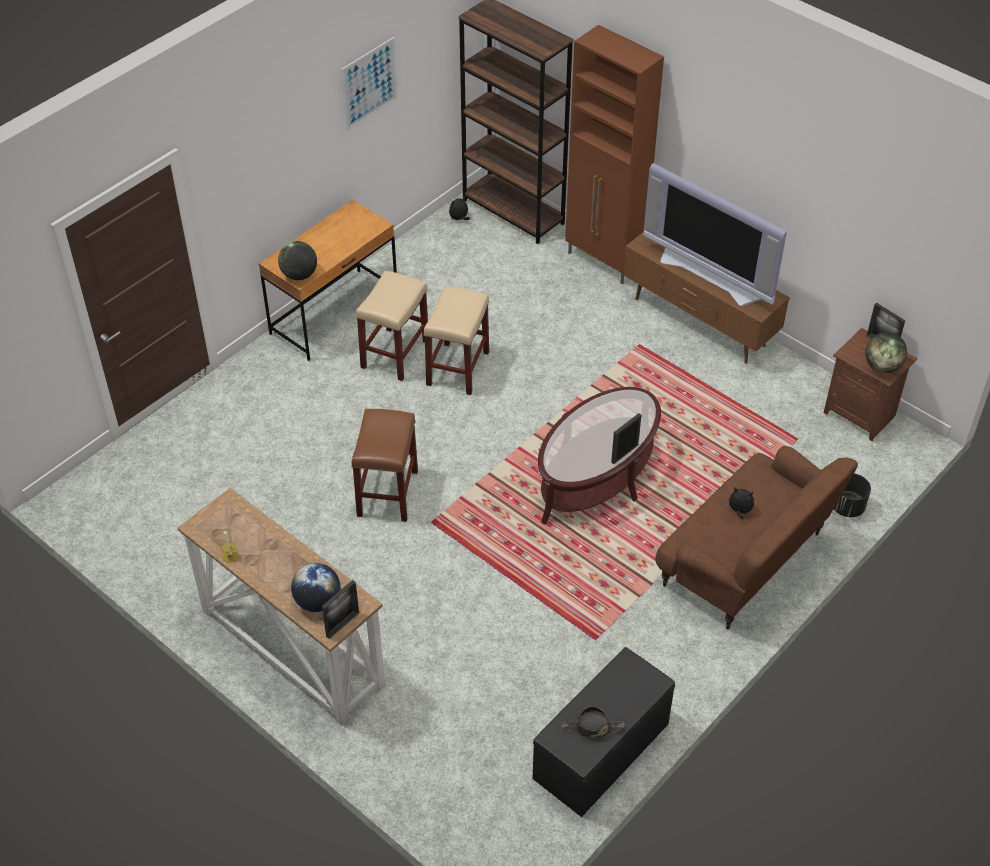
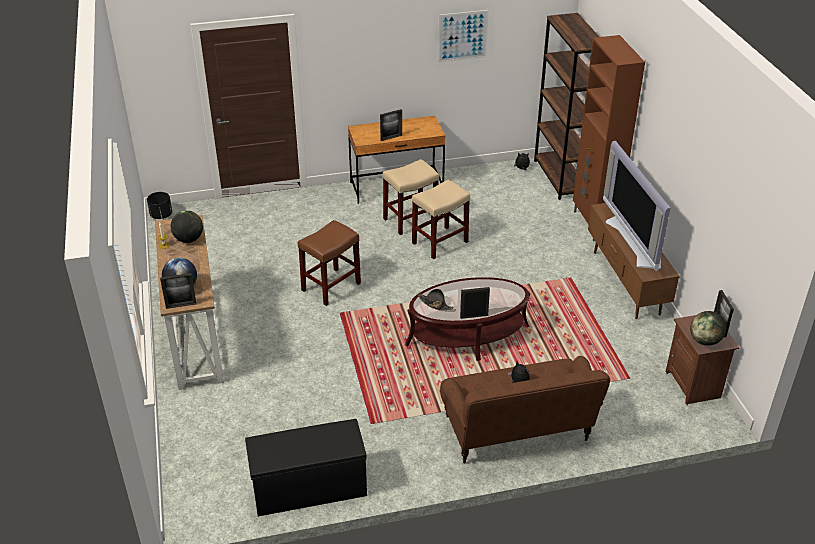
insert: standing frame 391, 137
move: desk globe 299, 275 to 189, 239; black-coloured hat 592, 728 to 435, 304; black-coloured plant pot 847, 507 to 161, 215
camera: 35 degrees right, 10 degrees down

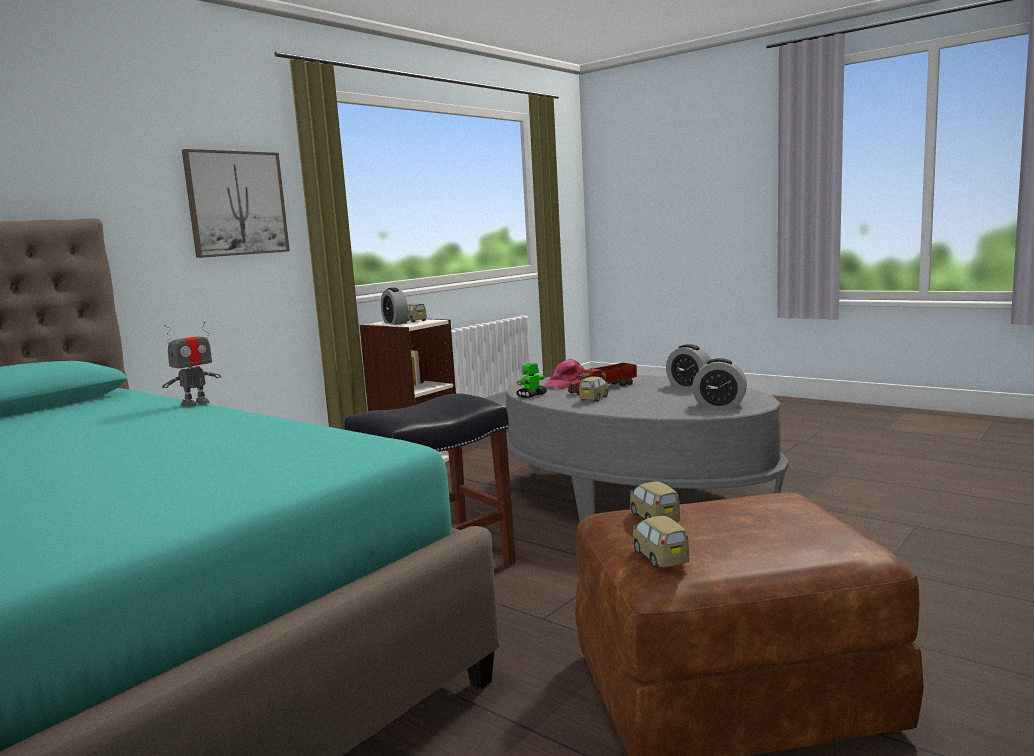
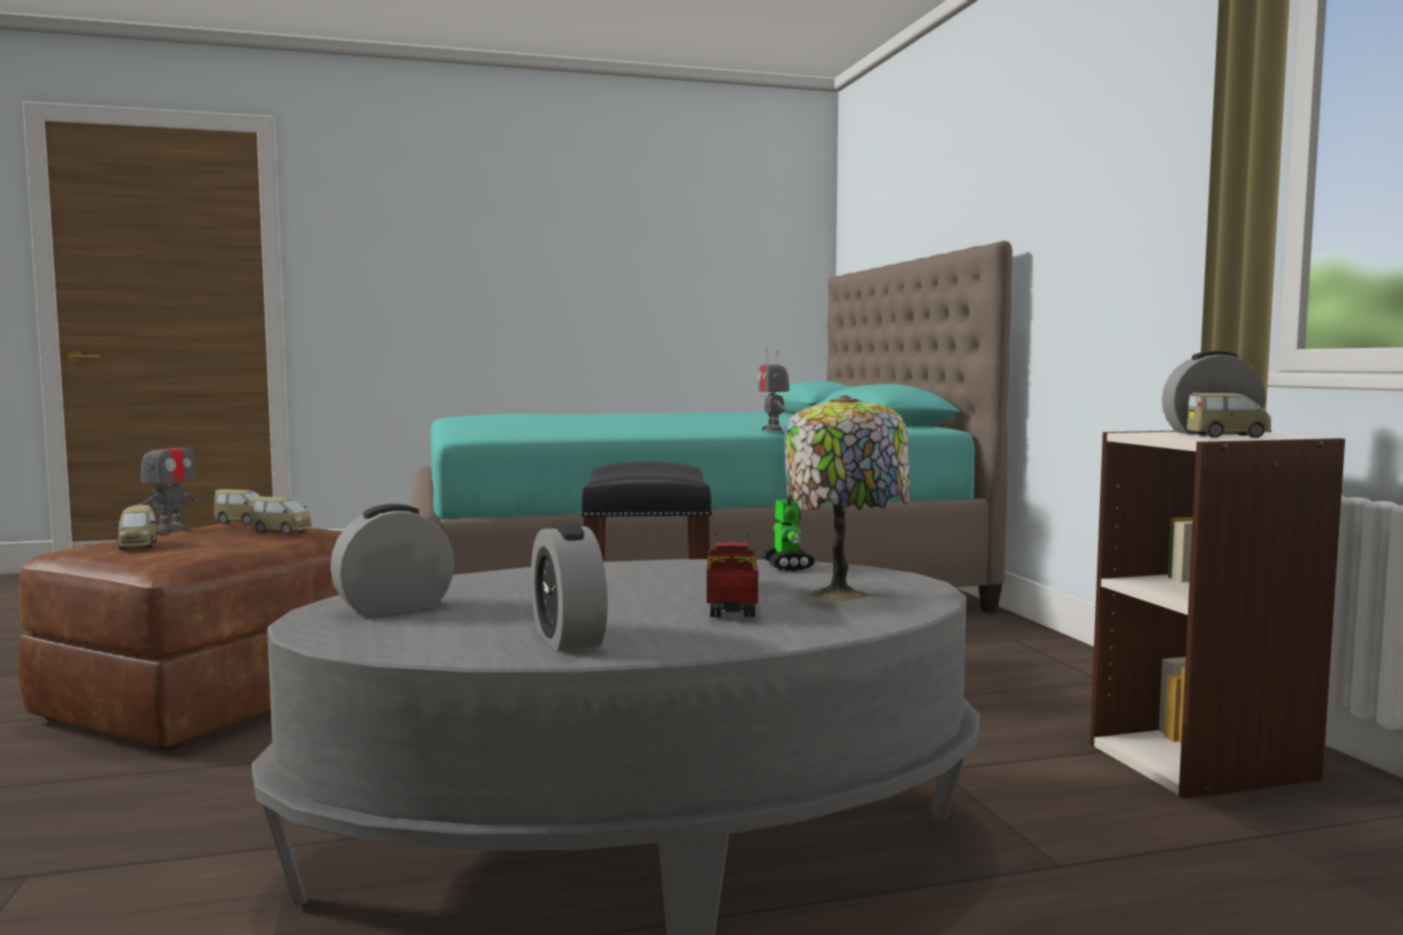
delete: picture 236, 203
insert: toy robot 171, 530
move: toy car 594, 398 to 138, 545
replace: pinkish baseball cap 565, 383 to tabletop lamp 843, 593
rotate: table clock 689, 386 = 568, 638 105 degrees counterclockwise
camera: 125 degrees right, 5 degrees down

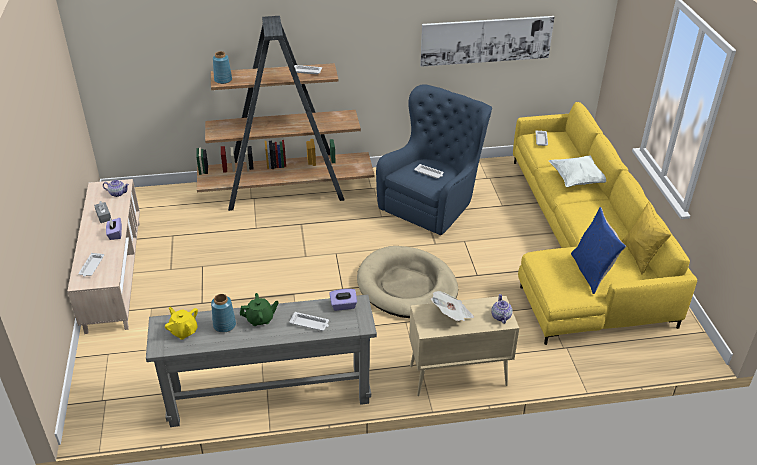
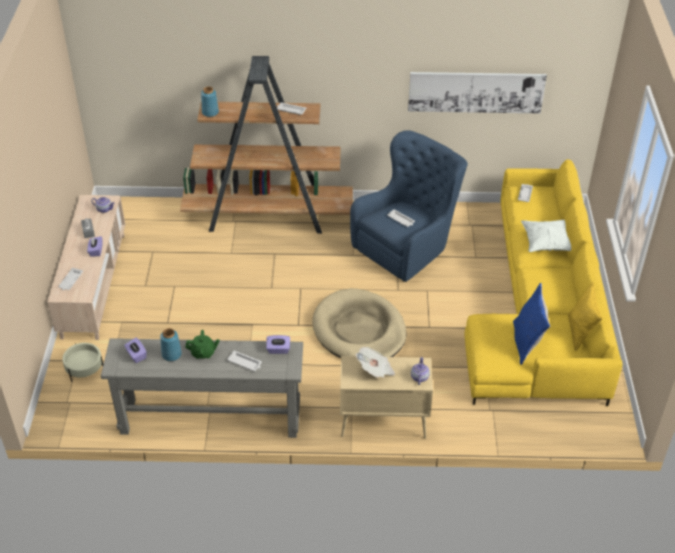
insert: sand-coloured plant pot 84, 369
replace: yellow-coloured tea pot 184, 331 to purple tissue box 136, 355
camera: 10 degrees right, 5 degrees up

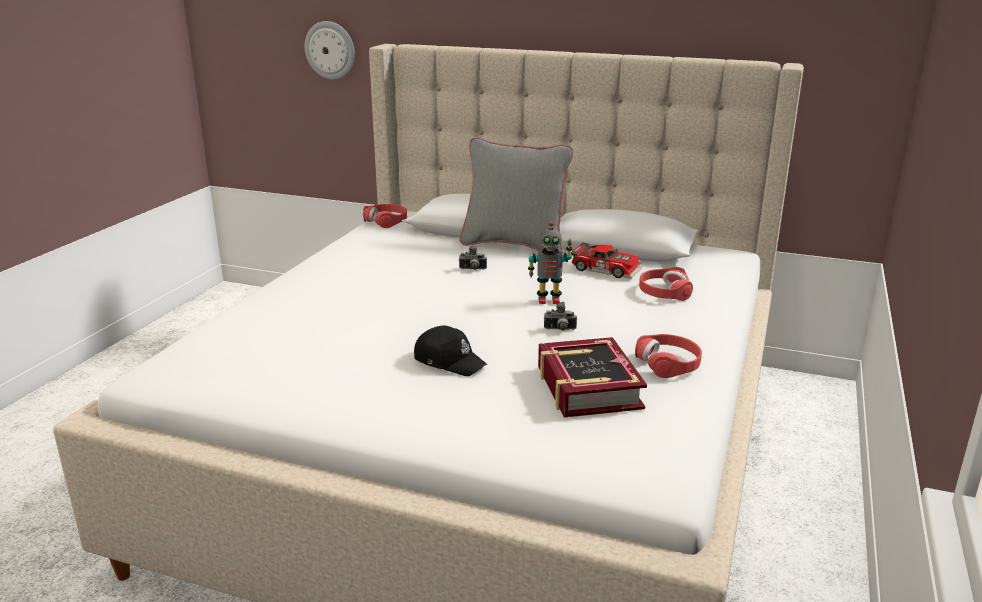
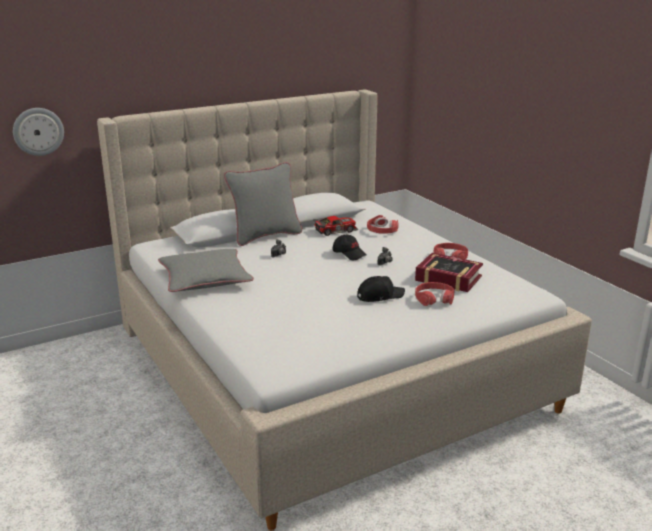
insert: grey cushion 205, 278
move: red-coloured headset 386, 221 to 434, 299
replace: toy robot 548, 300 to black-coloured baseball cap 349, 253
camera: 50 degrees left, 0 degrees up

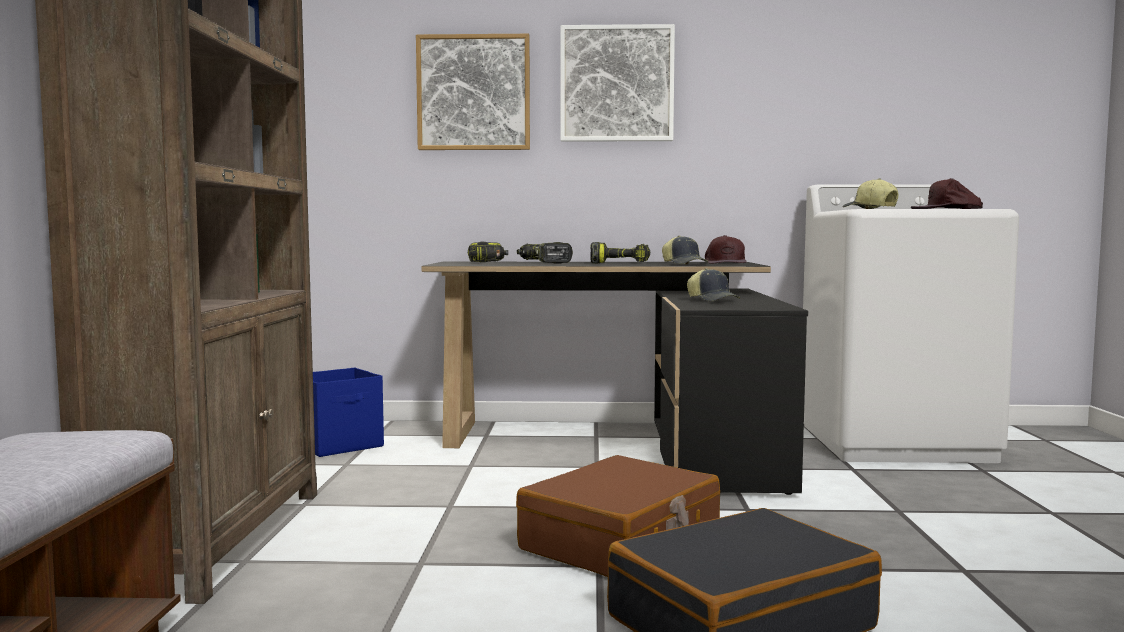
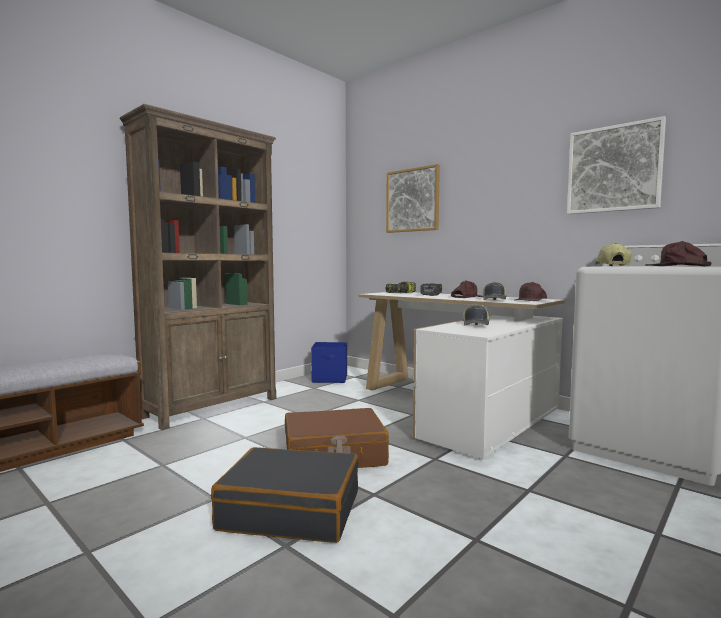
move: picture 616, 84 to 614, 169
replace: power drill 621, 263 to brown baseball cap 466, 297
recolor: black-coloured desk unit 628, 445 to white desk unit 456, 407
camera: 40 degrees right, 0 degrees up

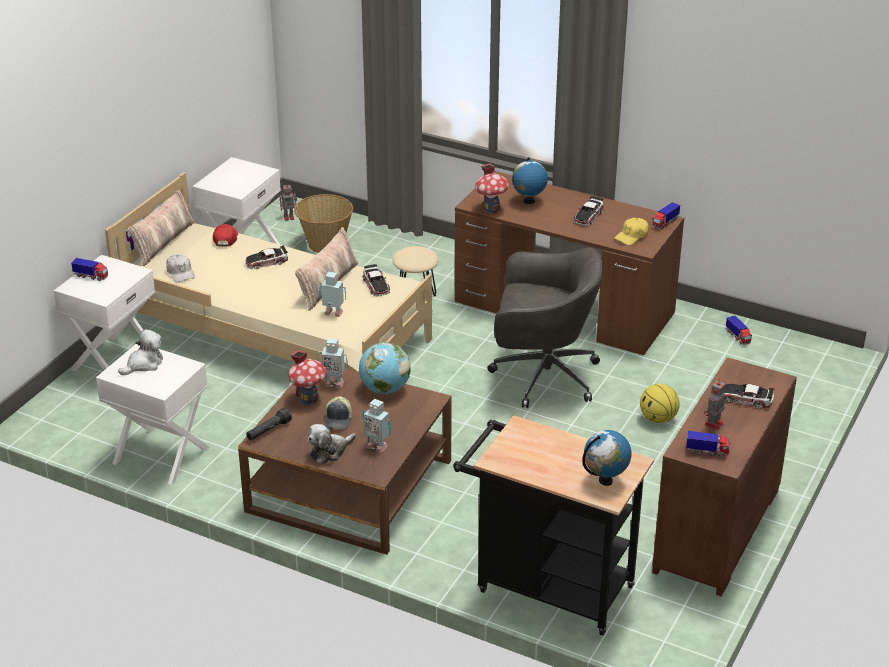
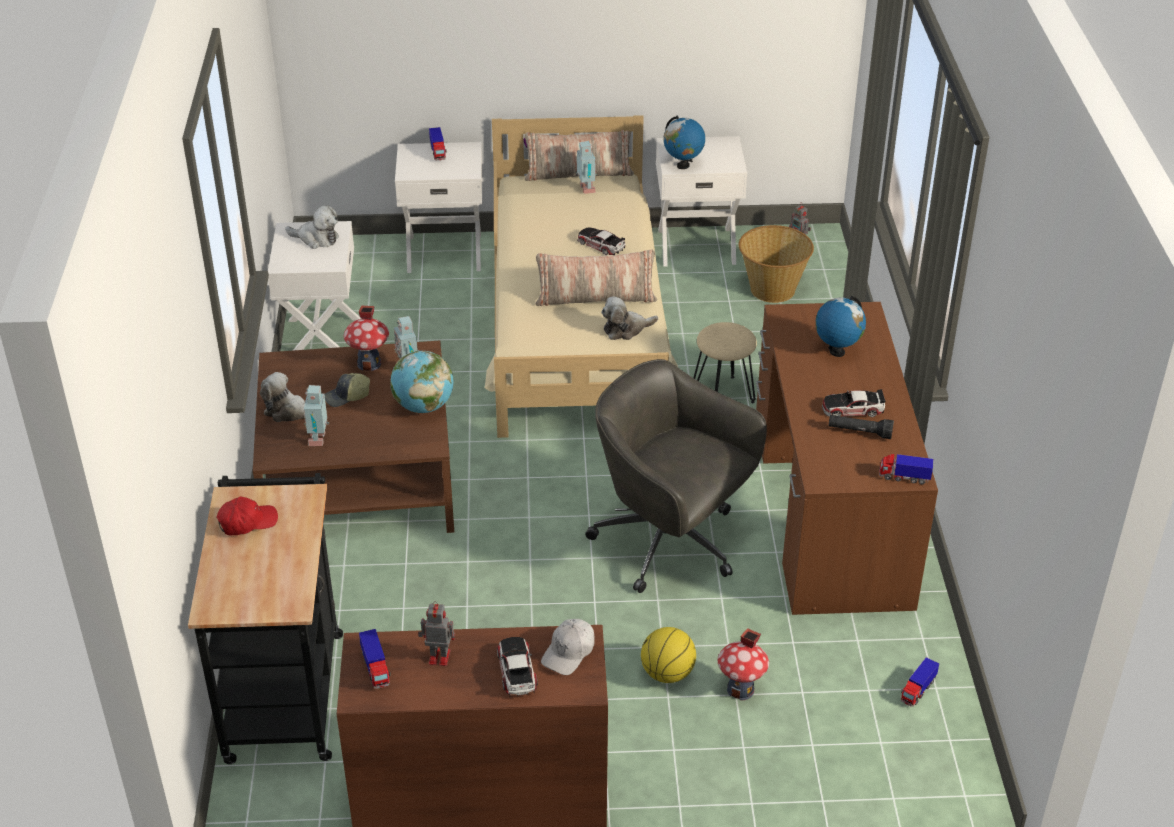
delete: yellow-coloured baseball cap 632, 236
move: white baseball cap 180, 273 to 569, 652; red-coloured baseball cap 225, 239 to 247, 522; black-coloured torch 268, 431 to 859, 432; toy robot 333, 314 to 586, 189; miniature house 491, 209 to 740, 690; desk globe 605, 481 to 683, 166
replace: toy car 376, 285 to plush toy 626, 329
rotate: grey computer chair 542, 376 = 670, 544 150 degrees clockwise
camera: 60 degrees right, 5 degrees up

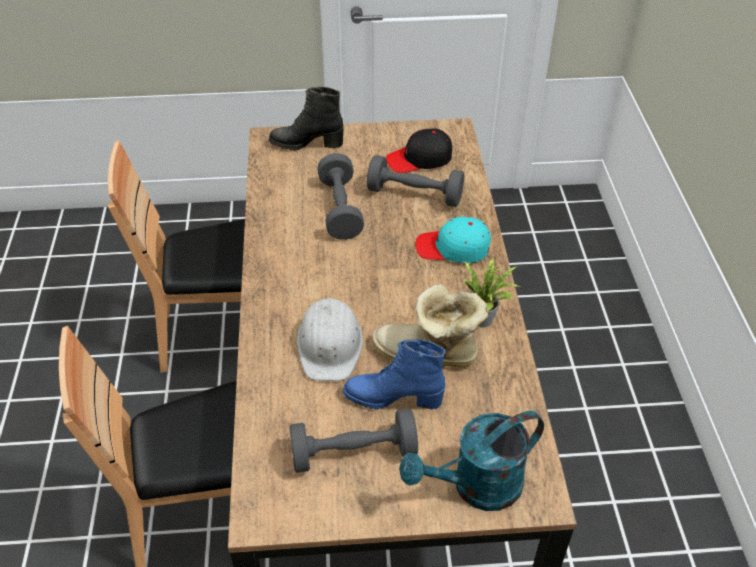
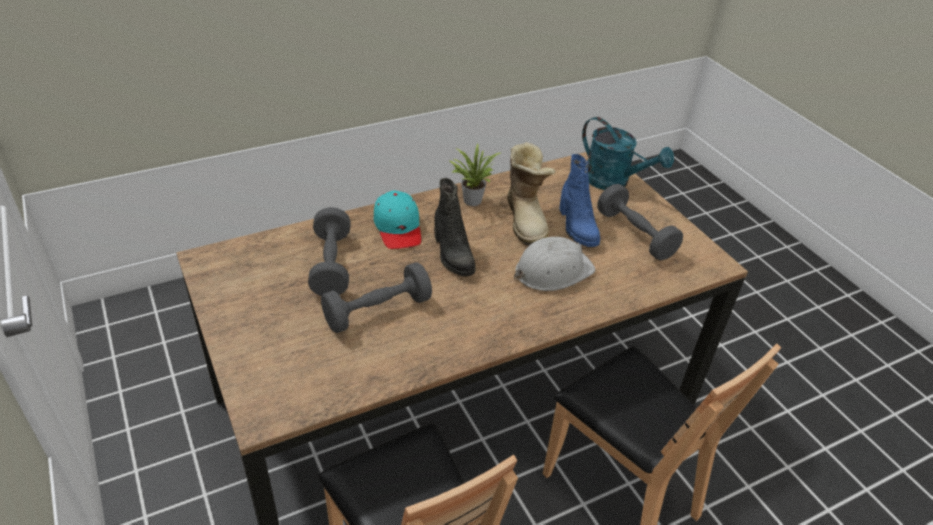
delete: black-coloured baseball cap 419, 159
move: black-coloured tall boot 306, 143 to 452, 255
camera: 115 degrees left, 5 degrees down

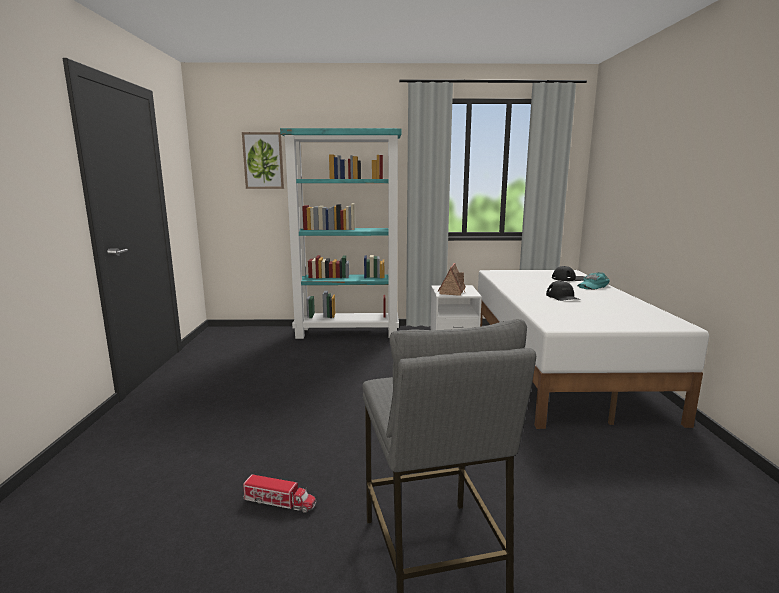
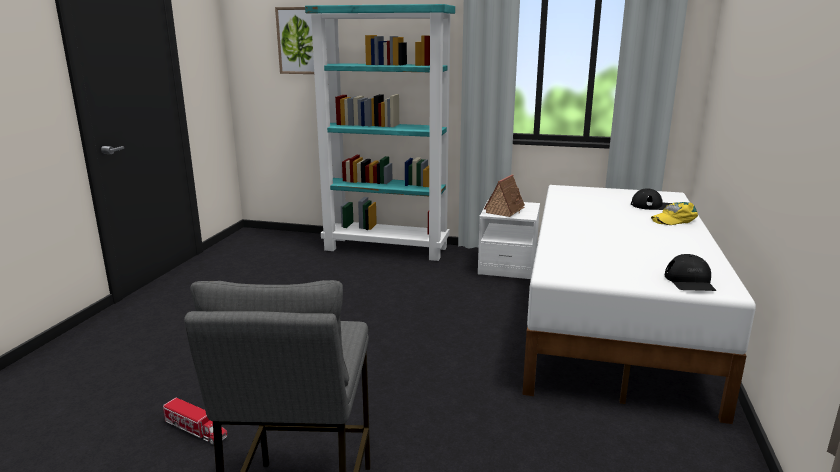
move: black-coloured baseball cap 562, 297 to 690, 281
recolor: turquoise baseball cap 592, 286 to yellow-coloured baseball cap 673, 219
camera: 15 degrees right, 5 degrees up

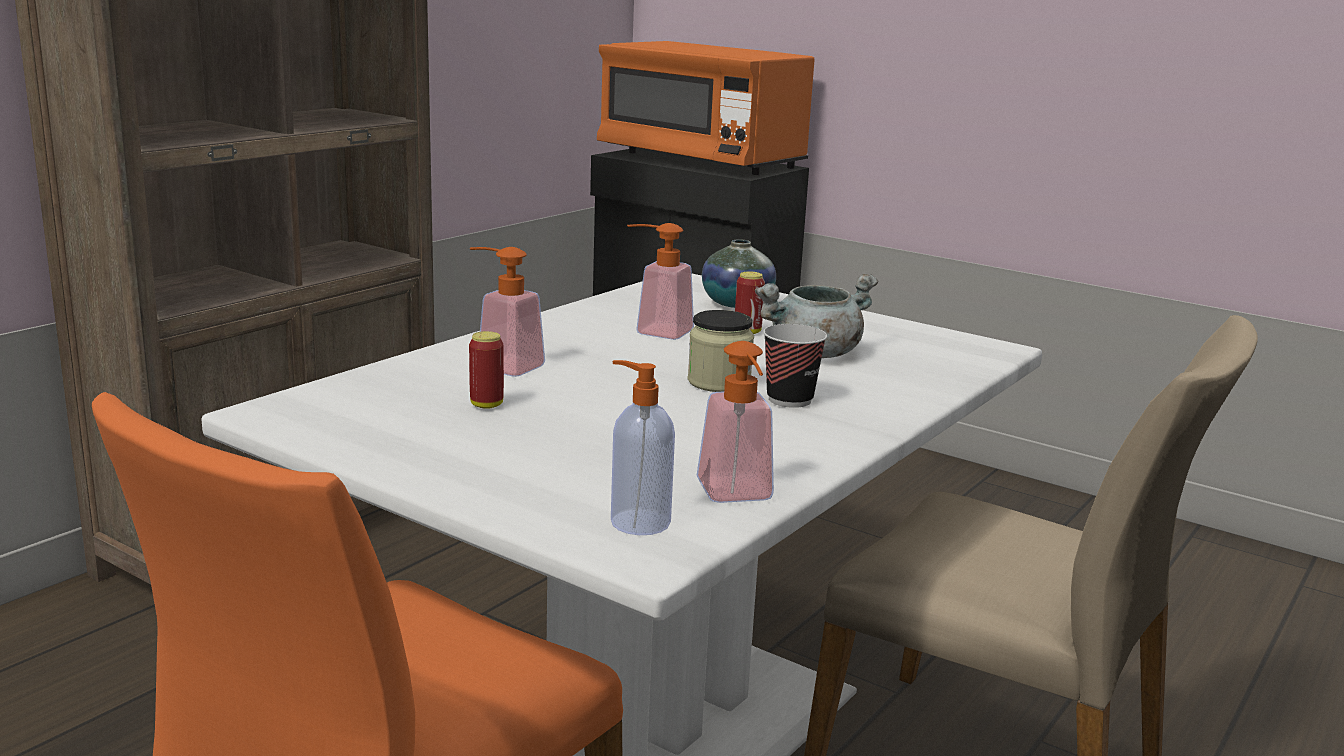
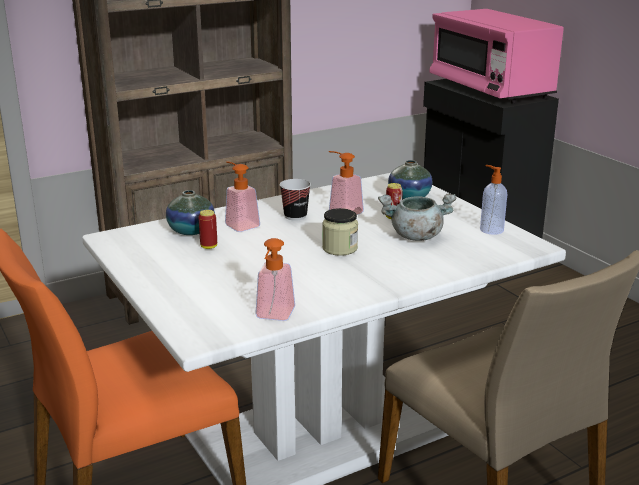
insert: decorative vase 191, 231
move: soap bottle 638, 522 to 491, 229; small cup 789, 400 to 295, 216
recolor: orange-coloured microwave 701, 160 to pinkish microwave 490, 89
camera: 25 degrees right, 5 degrees up

